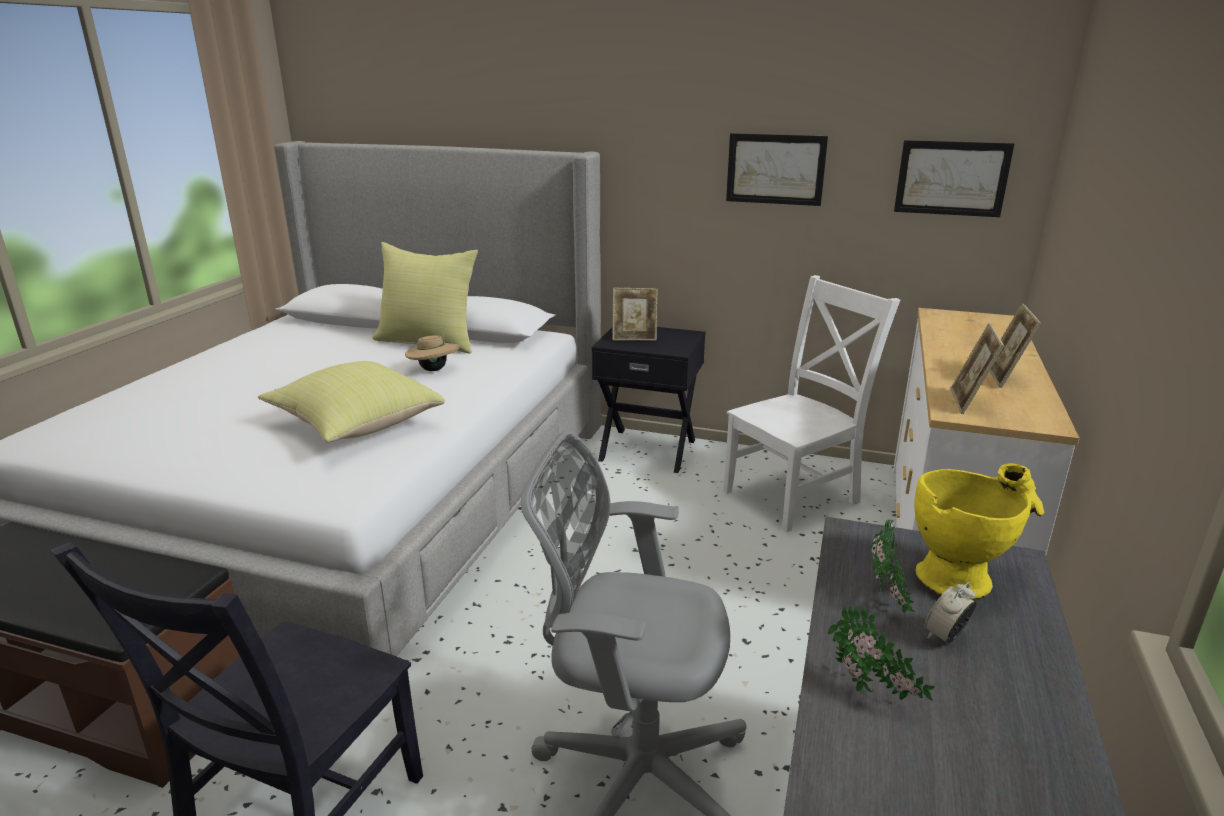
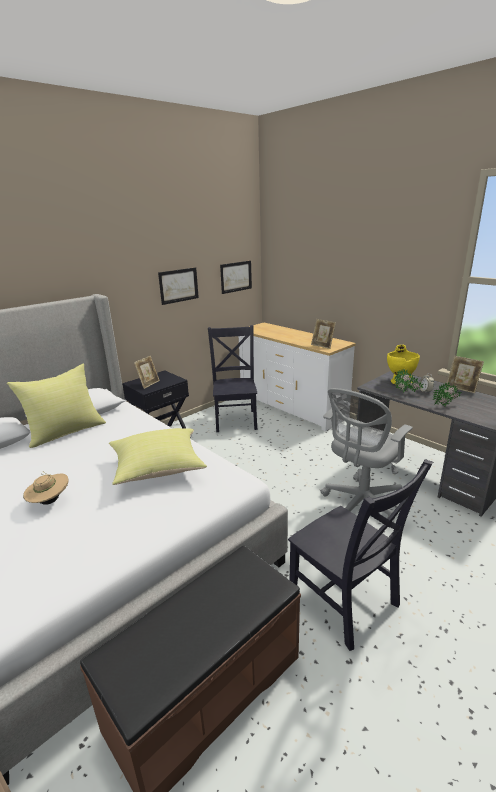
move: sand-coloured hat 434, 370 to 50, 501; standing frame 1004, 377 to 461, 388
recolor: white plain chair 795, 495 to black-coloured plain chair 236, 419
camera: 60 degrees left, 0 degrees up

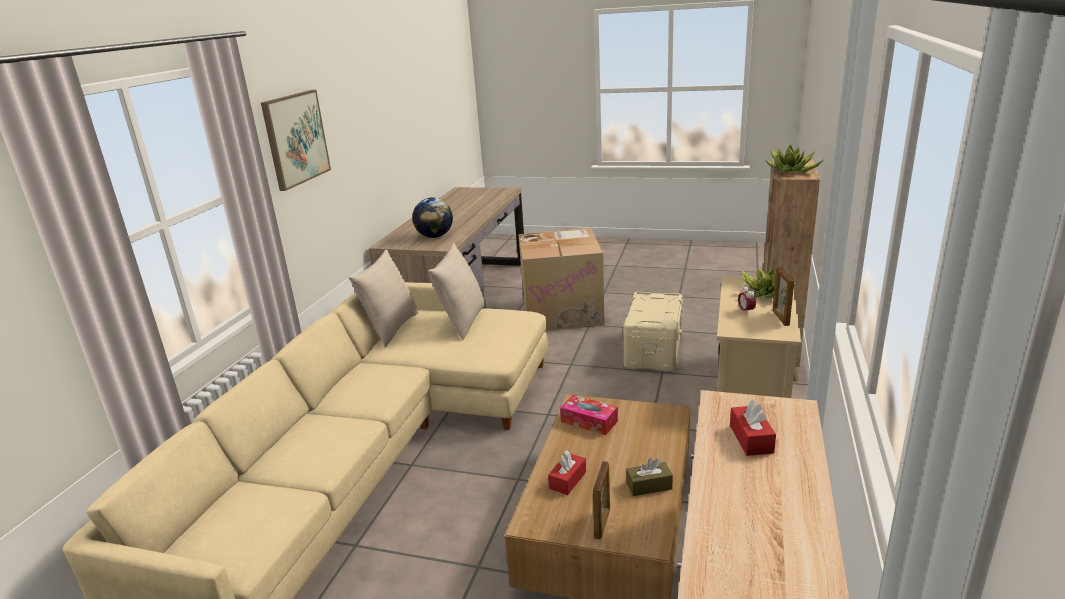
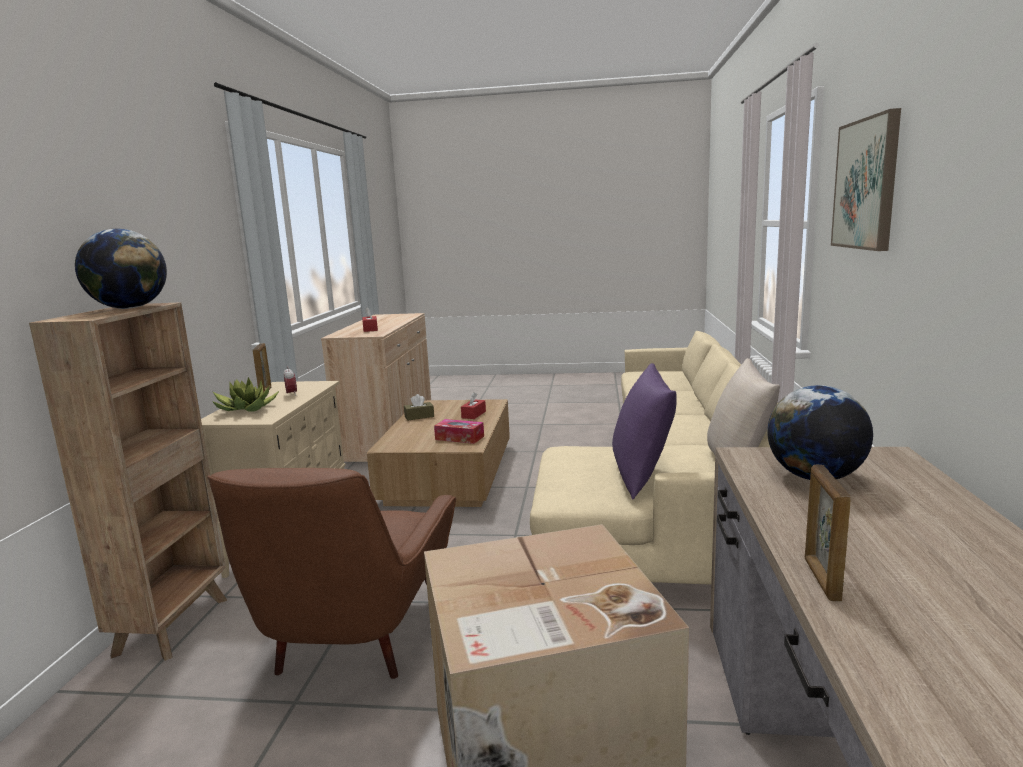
move: standing frame 602, 523 to 821, 579
replace: sand-coloured storage box 654, 350 to brown easy chair 353, 642; potted plant 791, 171 to desk globe 129, 308
recolor: sand-coloured cushion 462, 322 to purple cushion 642, 476
camera: 170 degrees right, 10 degrees down

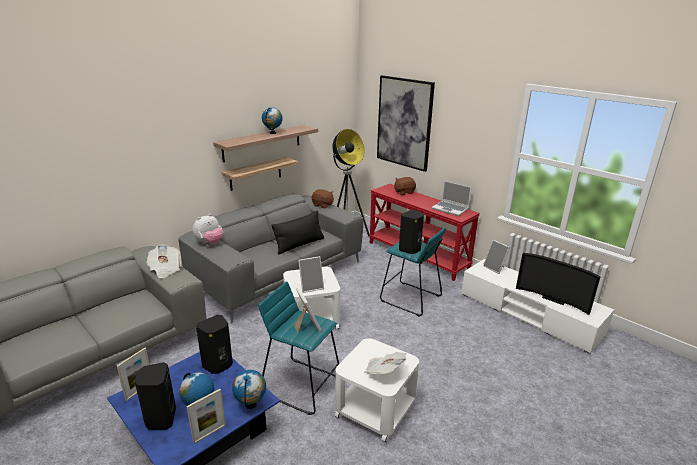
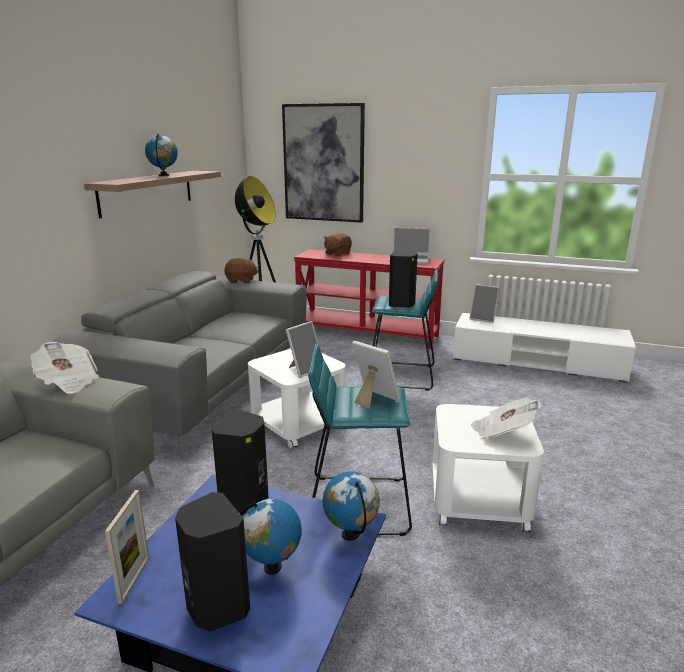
delete: standing frame 209, 433; plush toy 209, 243; wall shelf 255, 173; black-coloured cushion 299, 245; TV 554, 298
camera: 25 degrees left, 5 degrees down

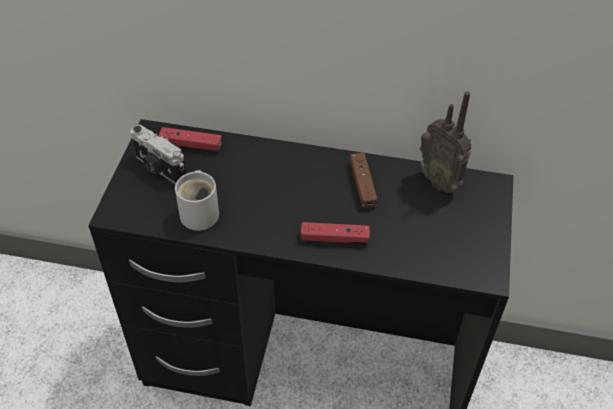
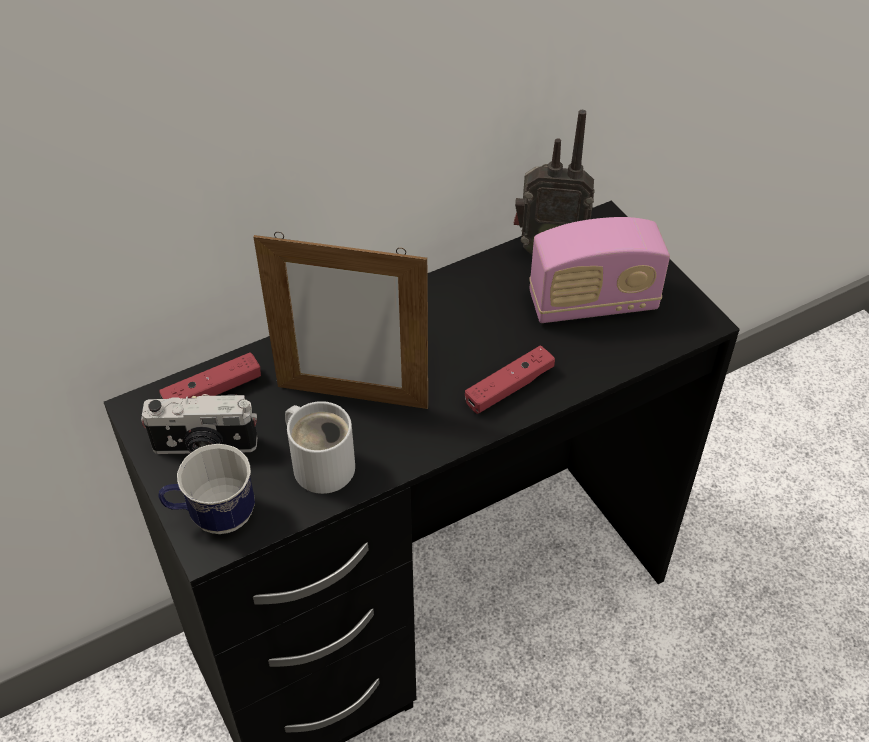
delete: brown game controller 362, 185
insert: coffee mug 213, 517; standing frame 352, 396; radio receiver 593, 303
camera: 40 degrees left, 0 degrees up

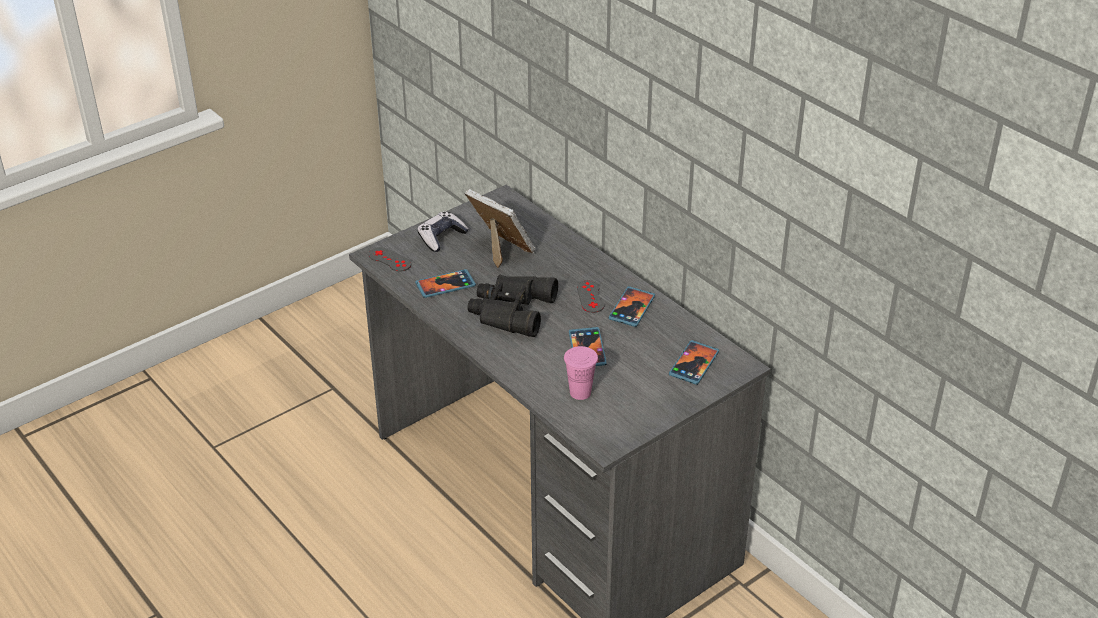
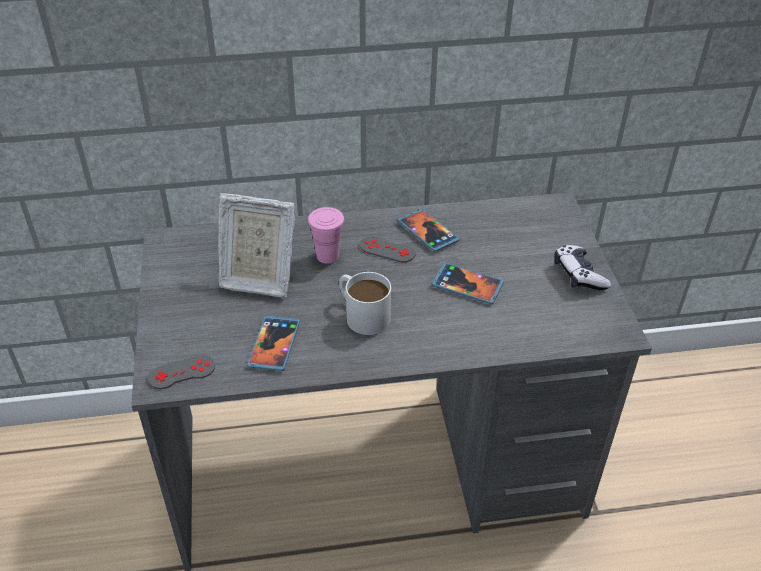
delete: phone 694, 364
move: game controller 441, 237 to 579, 275; pinkish small cup 580, 392 to 327, 256
replace: black-coloured binoculars 509, 311 to white coffee mug 362, 314
rotate: standing frame 502, 252 = 257, 278 150 degrees counterclockwise
camera: 60 degrees left, 5 degrees up

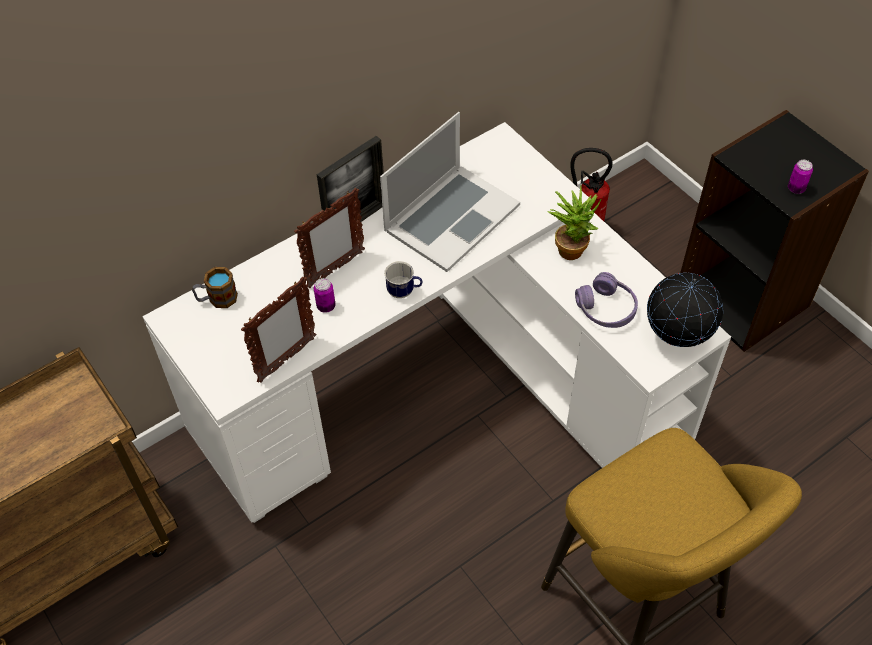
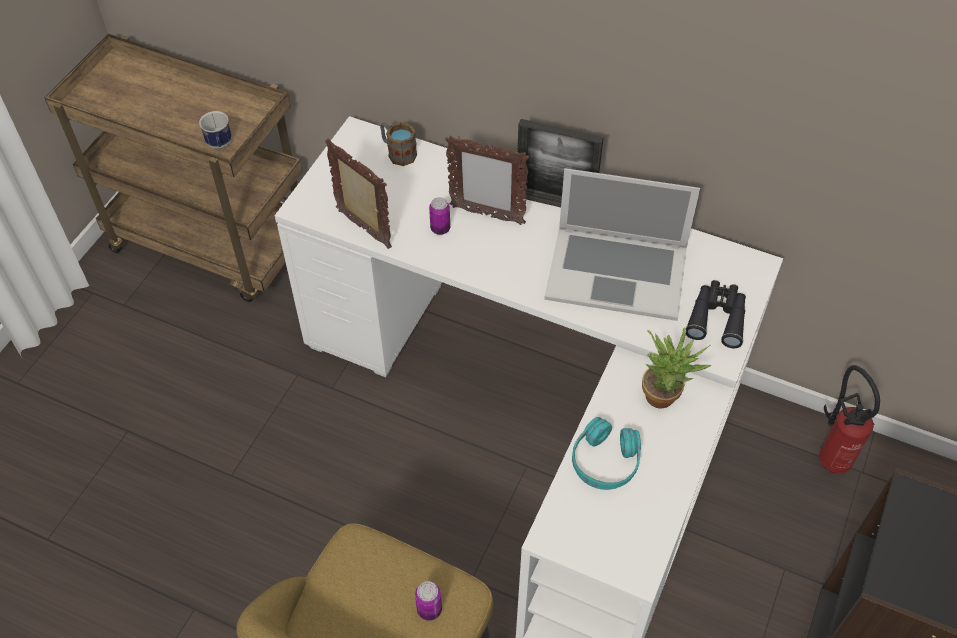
delete: desk globe 677, 337
insert: black-coloured binoculars 717, 317
move: coffee mug 404, 292 to 220, 145; metal can 796, 188 to 429, 609
recolor: purple headset 606, 309 to turquoise headset 605, 461
rotate: standing frame 286, 360 = 363, 230 150 degrees counterclockwise
camera: 60 degrees right, 0 degrees up

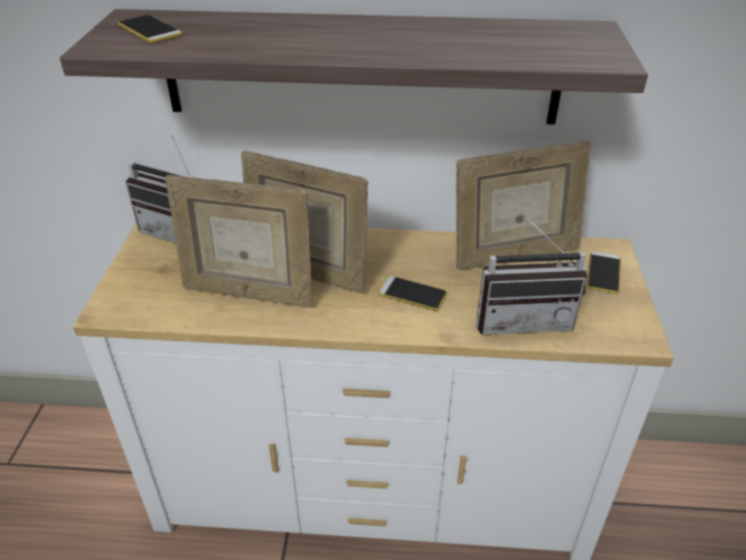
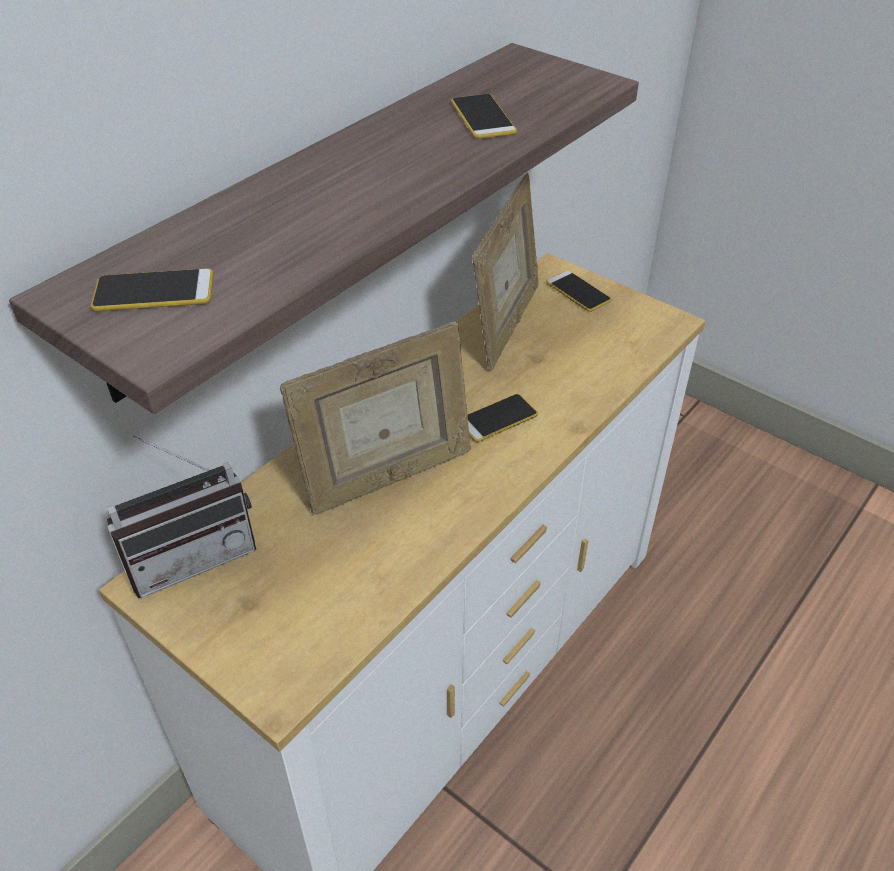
delete: standing frame 248, 293; radio receiver 522, 319
insert: phone 483, 117
camera: 55 degrees left, 5 degrees up

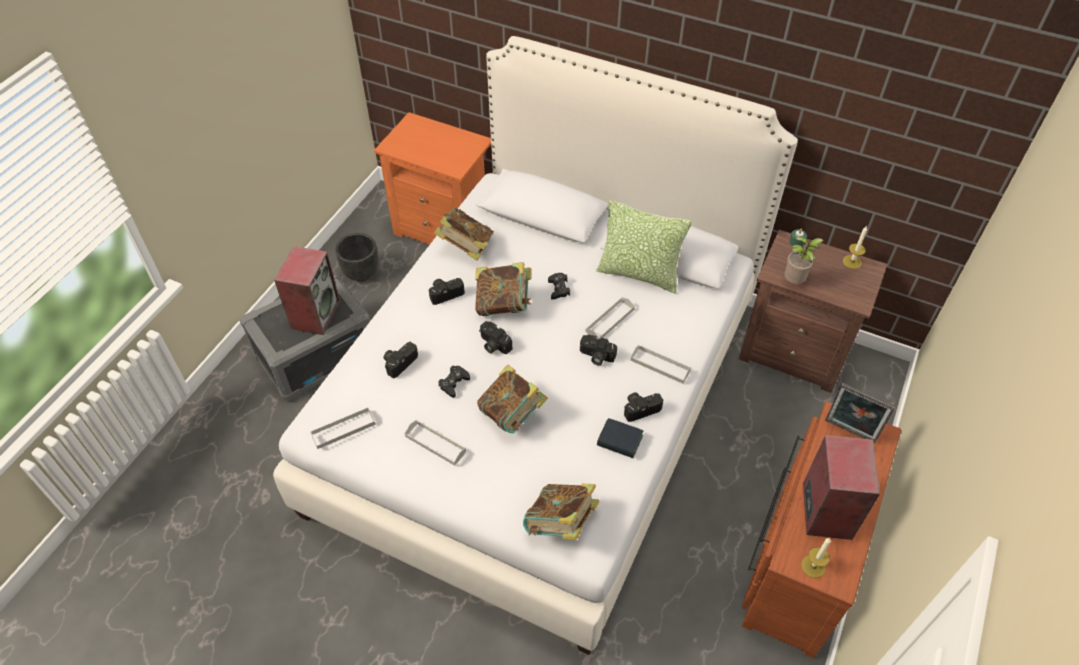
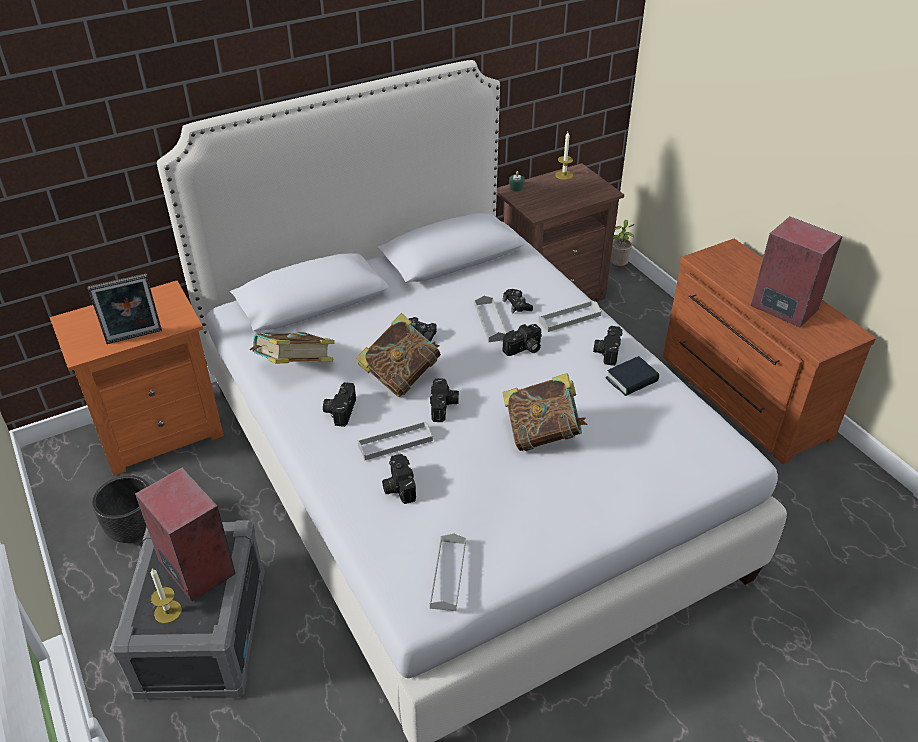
delete: volume 560, 524; cushion 639, 273
move: grey tray 435, 444 to 395, 443; black-coloured game controller 454, 383 to 517, 305; potted plant 794, 282 to 618, 266; wax light 813, 566 to 168, 611; standing frame 849, 432 to 134, 338
rotate: still camera 493, 344 = 444, 407 75 degrees counterclockwise
camera: 55 degrees left, 10 degrees down

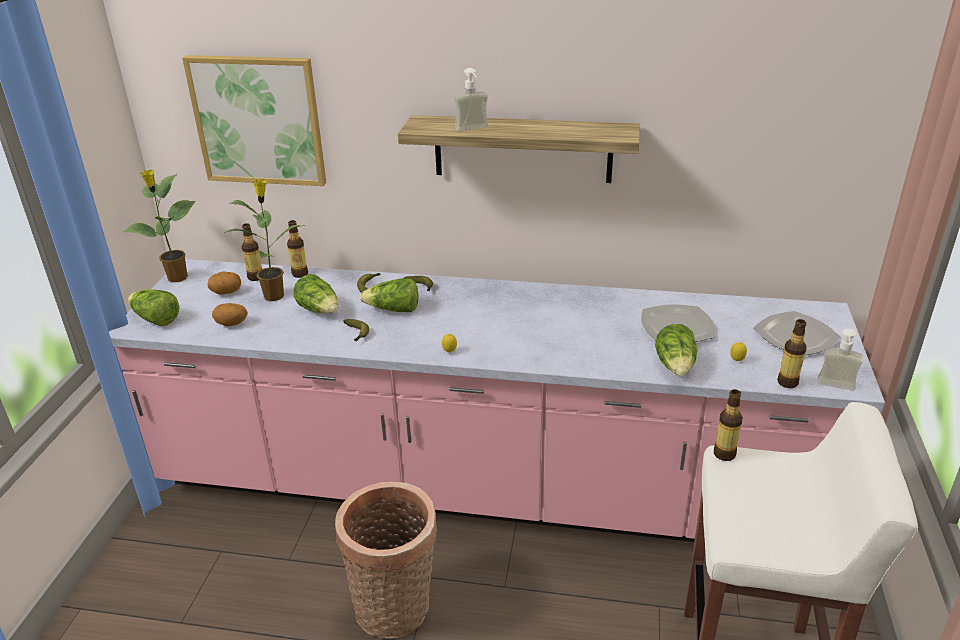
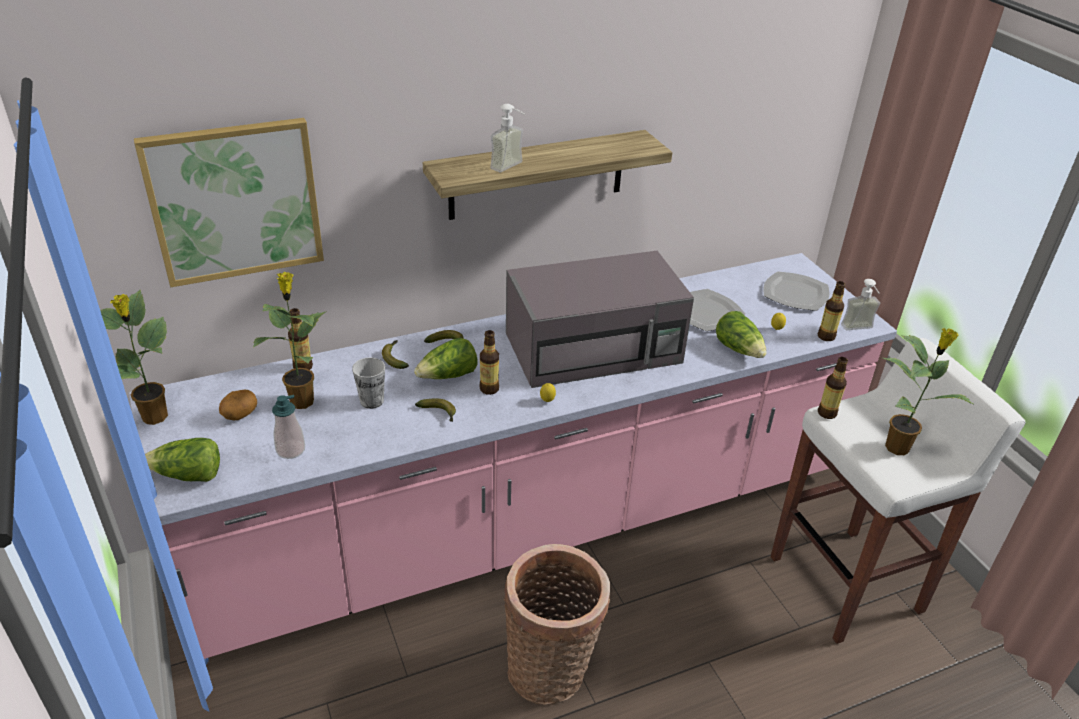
insert: grey microwave 595, 347; potted plant 899, 447
move: bottle 255, 277 to 489, 389
replace: whole potato 231, 324 to soap bottle 290, 450; lettuce head 320, 310 to small cup 372, 401
camera: 35 degrees left, 5 degrees up

